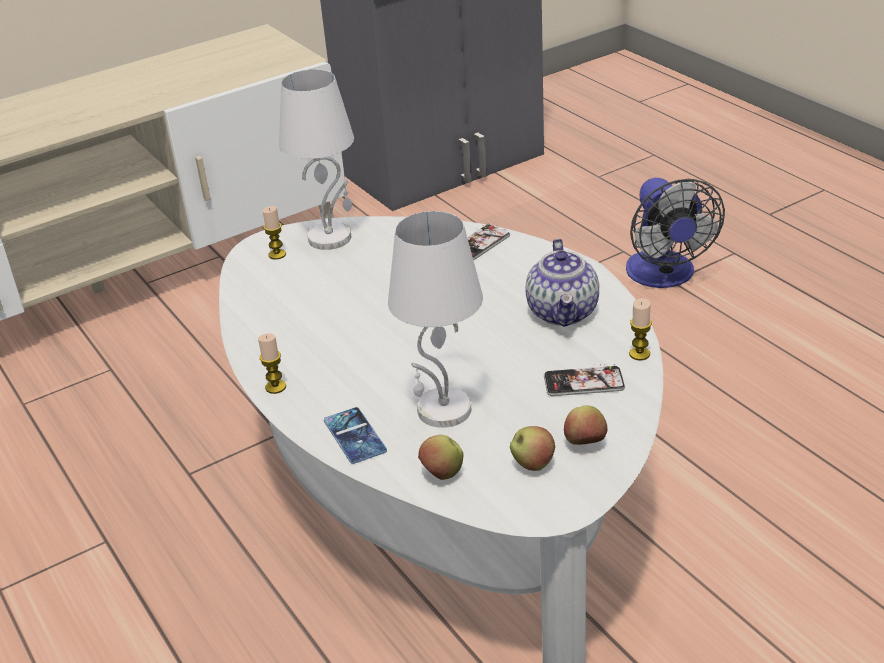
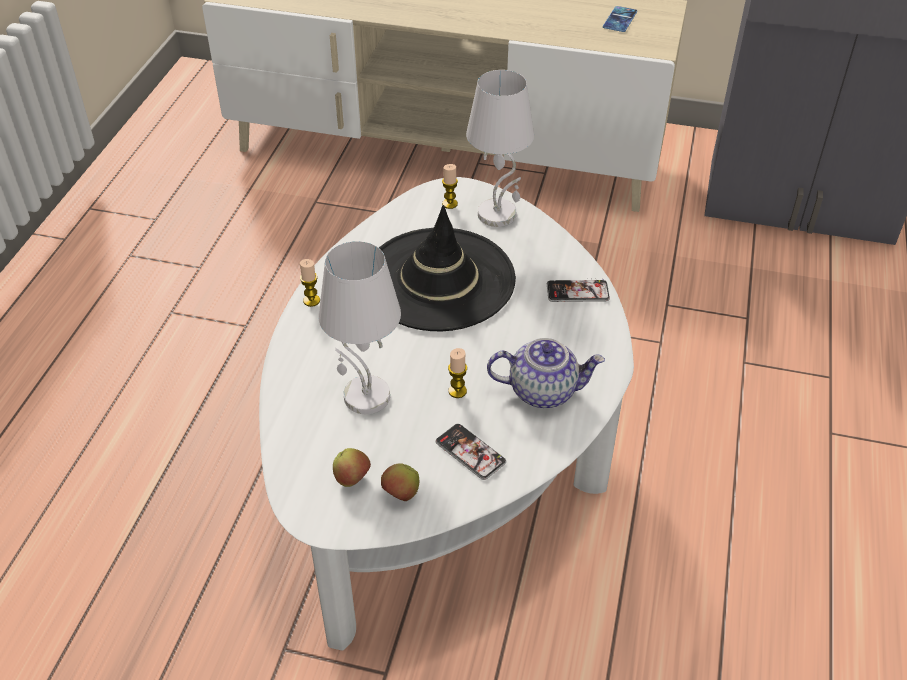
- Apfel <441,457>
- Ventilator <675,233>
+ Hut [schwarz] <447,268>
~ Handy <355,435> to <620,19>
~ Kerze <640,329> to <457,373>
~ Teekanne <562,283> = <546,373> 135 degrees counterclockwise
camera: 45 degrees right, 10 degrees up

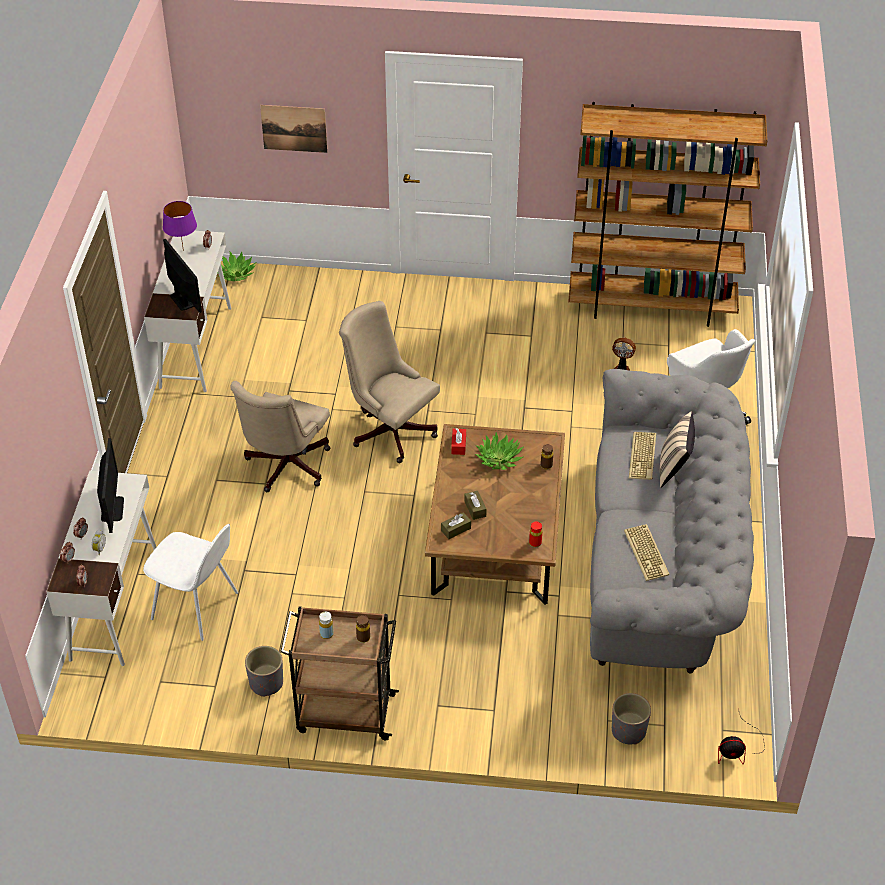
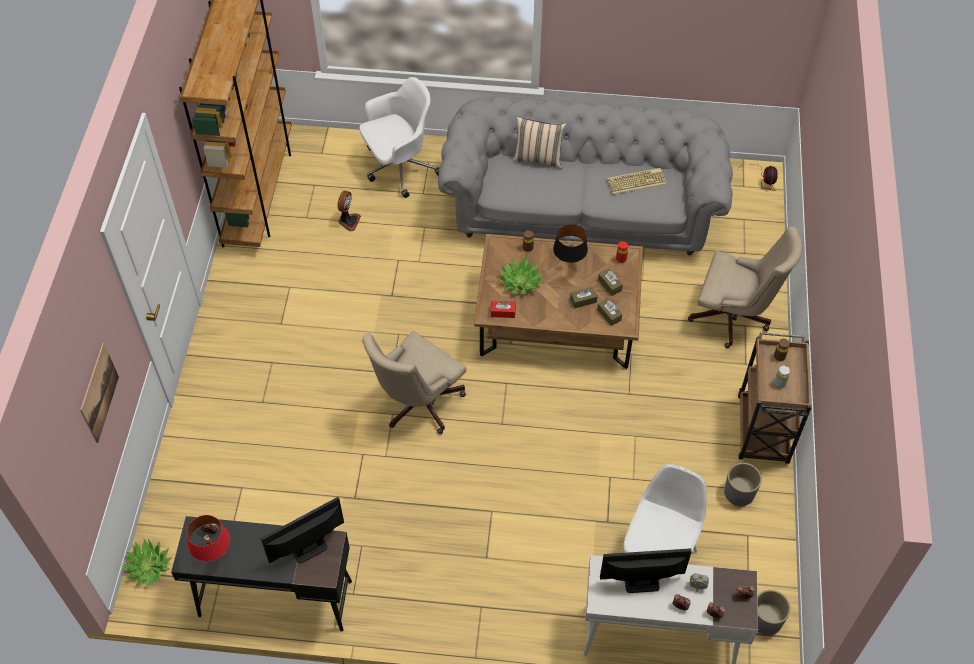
- Tastatur <642,456>
+ Tischlampe [schwarz] <570,243>
+ Taschentuchbox [braun] <610,282>
~ Bürostuhl [beige] <280,436> to <745,287>
~ Pflanzkübel [grau] <631,719> to <774,612>
~ Schreibtisch [weiß] <187,311> to Schreibtisch [schwarz] <261,574>
~ Tischlampe [lila] <180,226> to Tischlampe [rot] <208,538>
camera: 90 degrees left, 10 degrees up

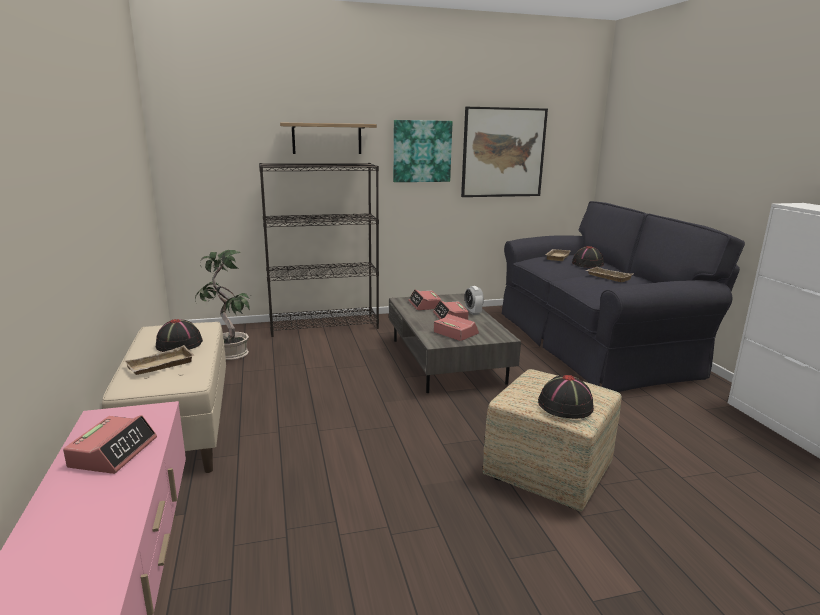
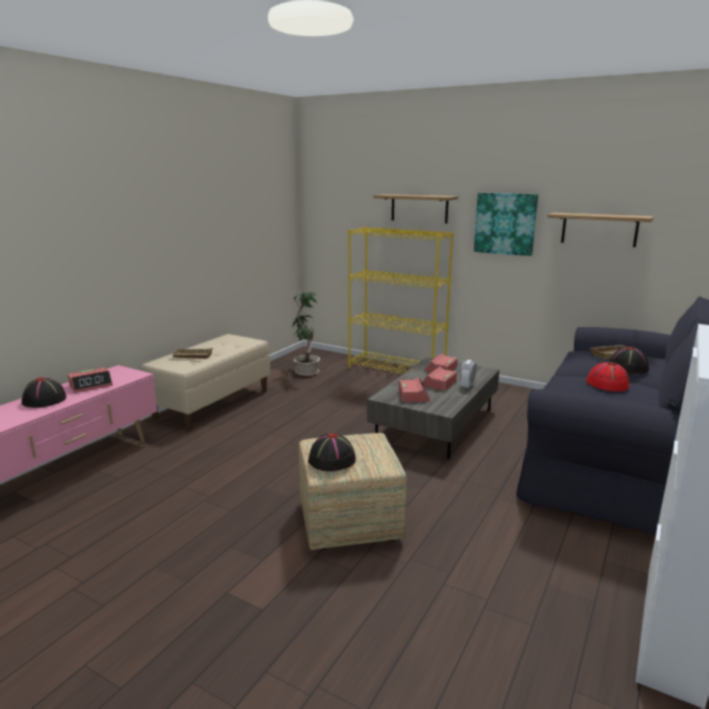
~ Hut [schwarz] <179,335> to <44,392>
~ Bild <504,152> to Wandregal <600,229>
~ Tablett [beige] <609,274> to Hut [rot] <607,376>
~ Bücherregal [schwarz] <319,250> to Bücherregal [gelb] <401,300>
camera: 45 degrees right, 0 degrees up

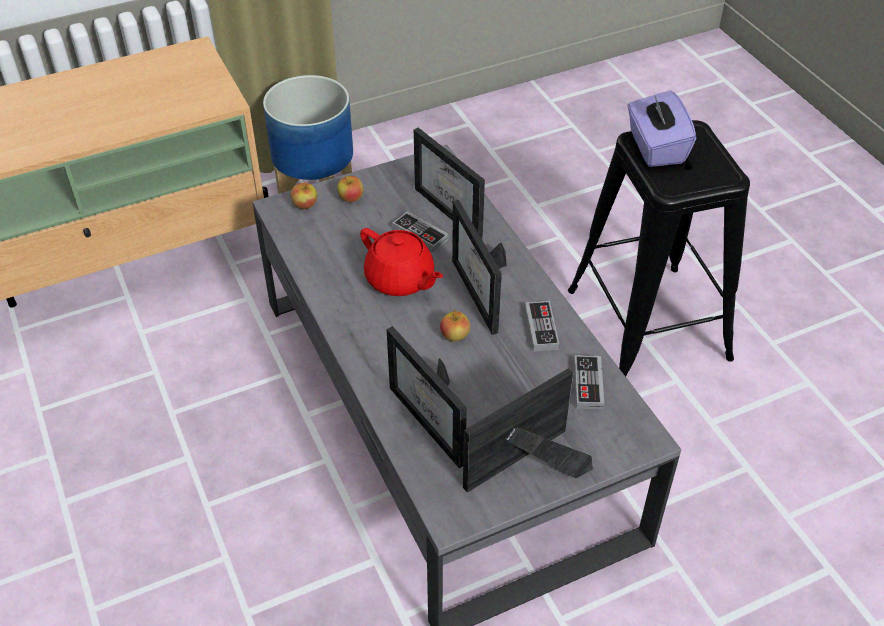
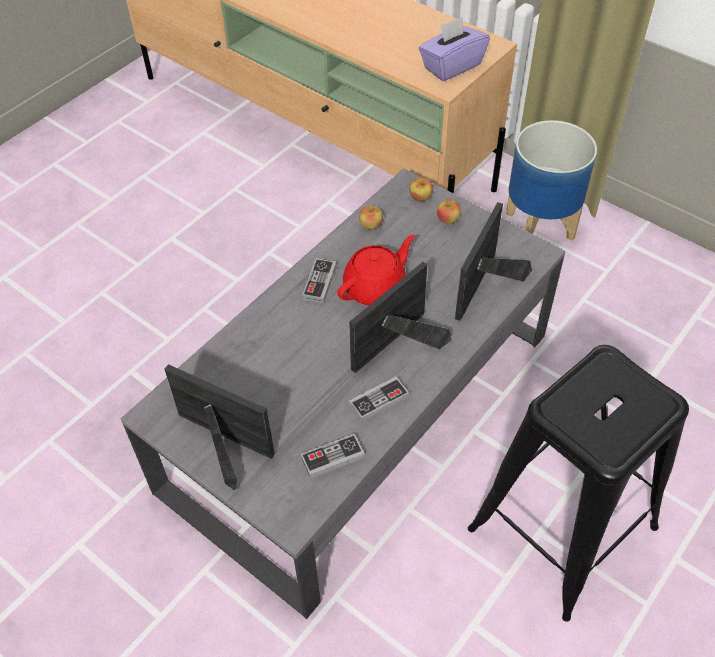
- Bilderrahmen <427,397>
~ Gamepad <420,231> to <319,280>
~ Apfel <455,325> to <371,217>
~ Taschentuchbox [lila] <661,128> to <454,48>
~ Teekanne [rot] <401,262> = <376,270> 150 degrees counterclockwise
camera: 65 degrees right, 5 degrees up

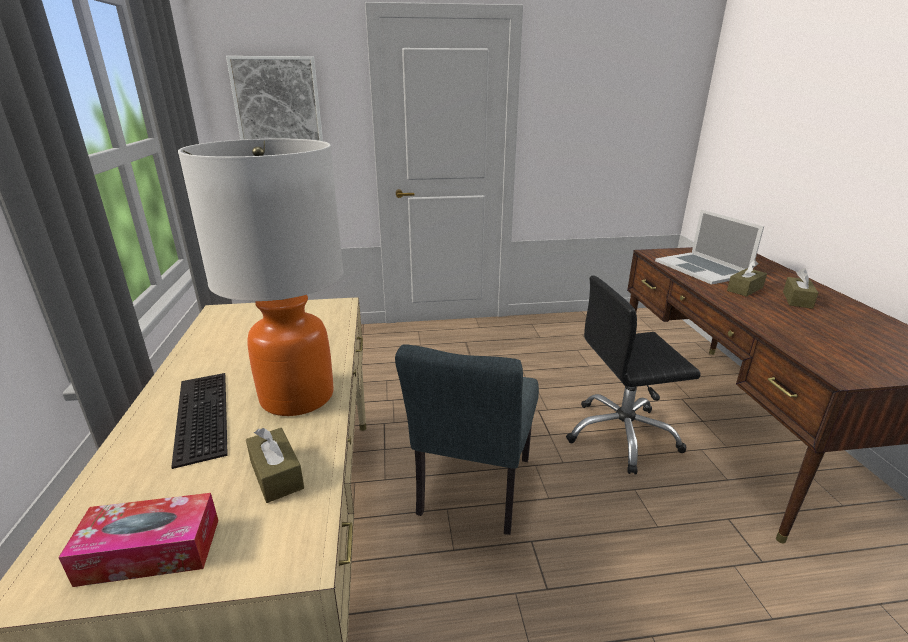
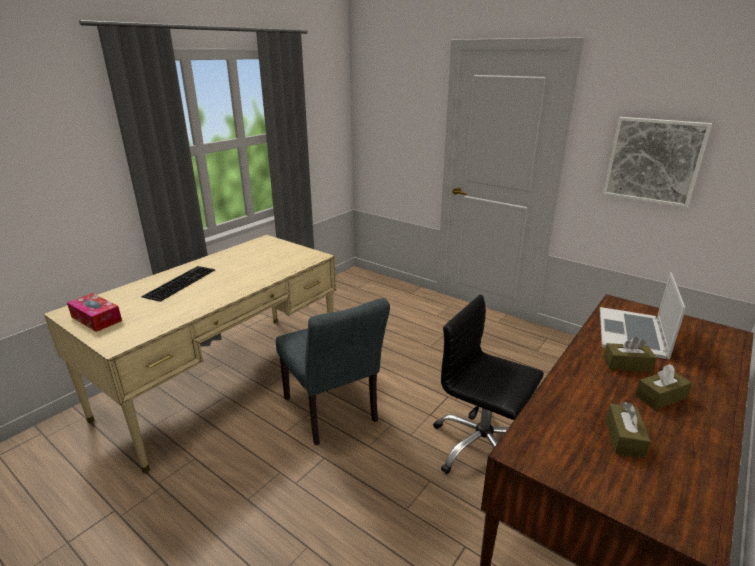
- Tischlampe <260,277>
~ Bild <274,98> to <657,162>
~ Taschentuchbox [braun] <275,465> to <628,430>
~ Stuhl [grau] <467,439> = <333,371> 90 degrees counterclockwise
camera: 45 degrees right, 0 degrees up

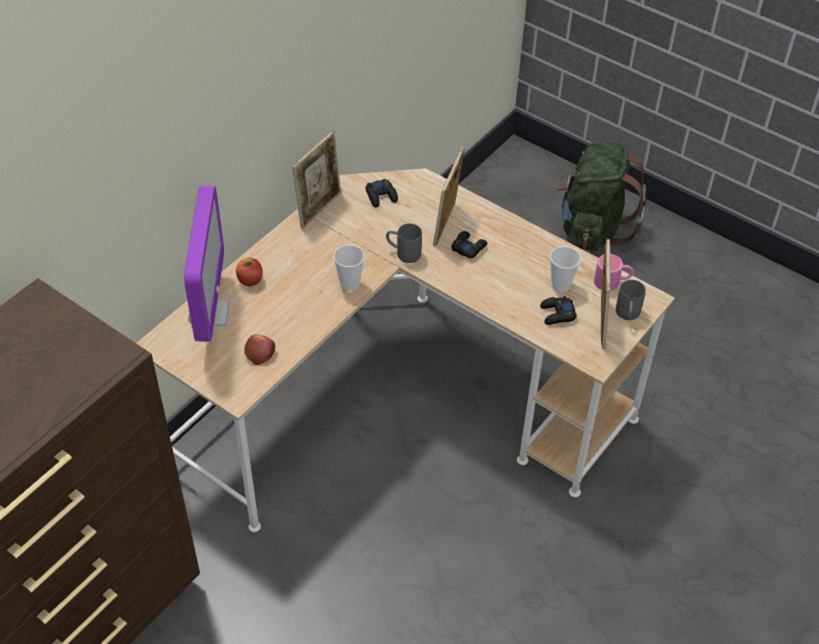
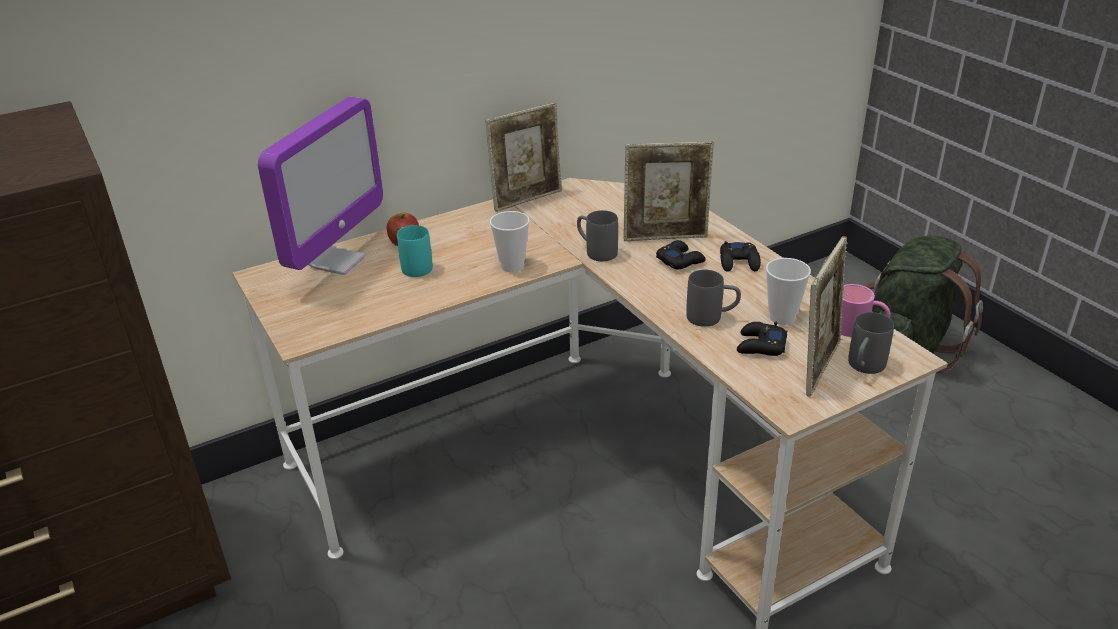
- Apfel <259,349>
+ Henkelbecher [türkis] <415,251>
+ Henkelbecher [grau] <713,298>
~ Gamepad [schwarz] <382,193> to <740,256>
~ Bilderrahmen <449,196> = <668,191> 135 degrees counterclockwise
camera: 25 degrees right, 15 degrees down

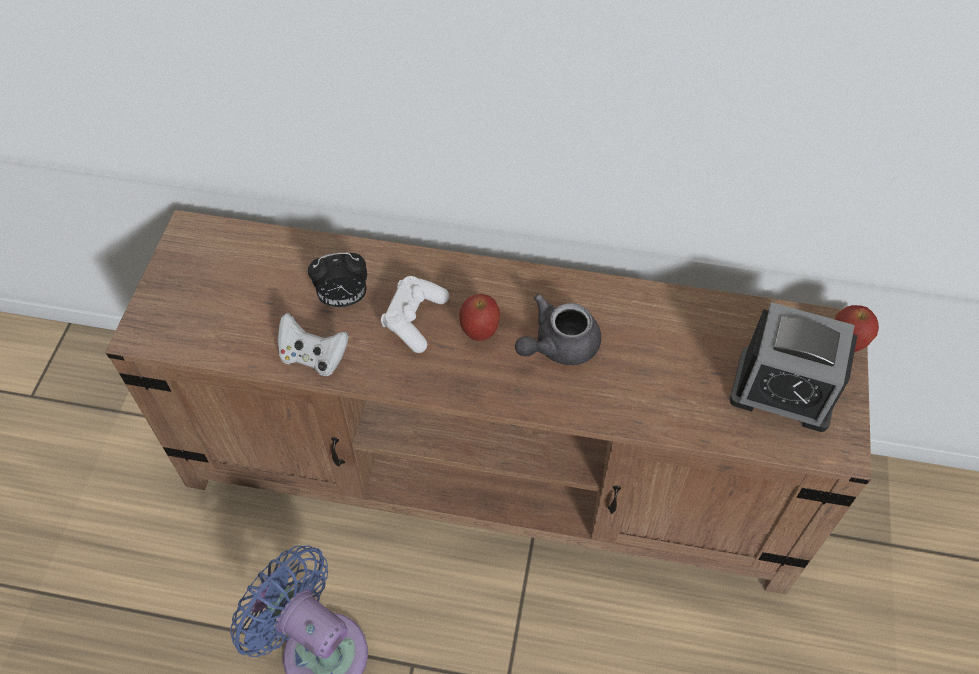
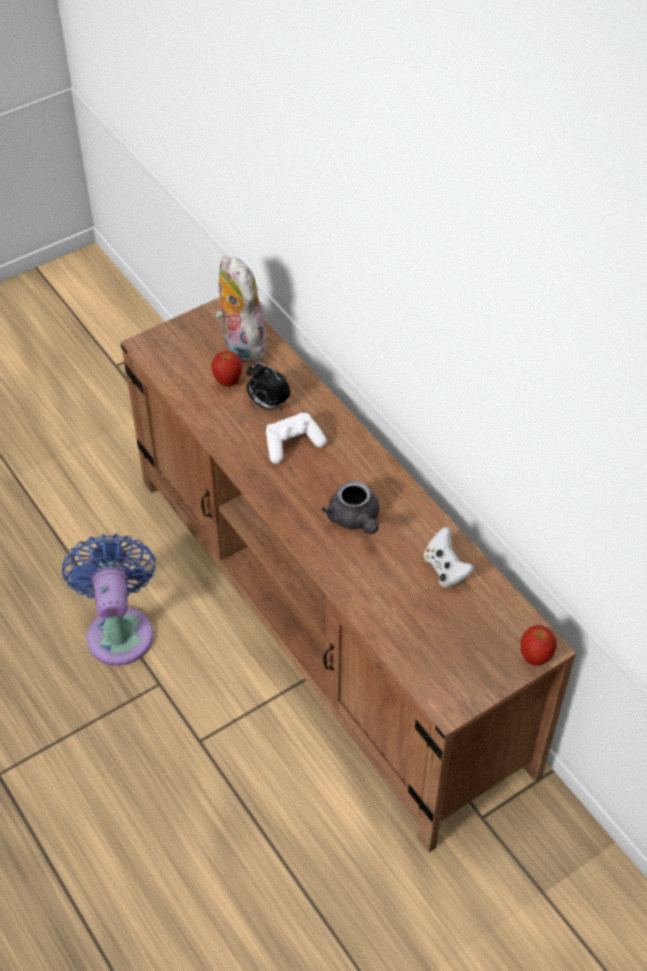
- Wecker <793,367>
+ Plüschtier <241,309>
~ Gamepad [weiß] <313,344> to <449,557>
~ Apfel <479,317> to <226,368>
~ Teekanne [grau] <558,329> = <350,507> 120 degrees counterclockwise
camera: 45 degrees right, 5 degrees down

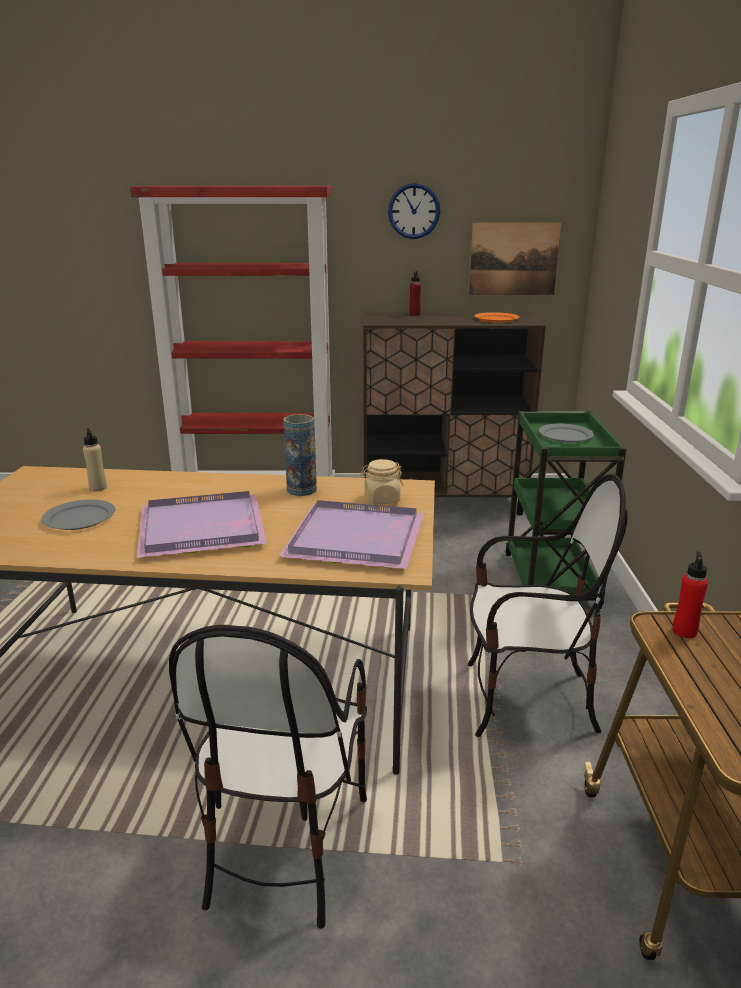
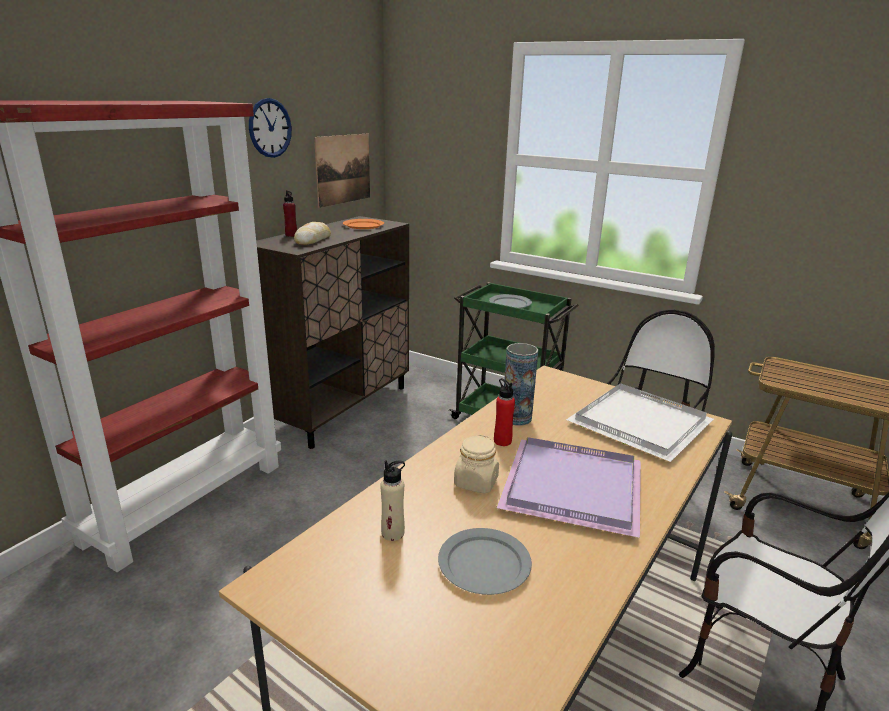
+ Brot <312,233>
~ Vorratsglas [beige] <381,481> to <476,464>
~ Flasche [rot] <690,594> to <504,412>
~ Tablett [lila] <351,534> to Tablett [weiß] <640,422>
camera: 60 degrees left, 0 degrees up

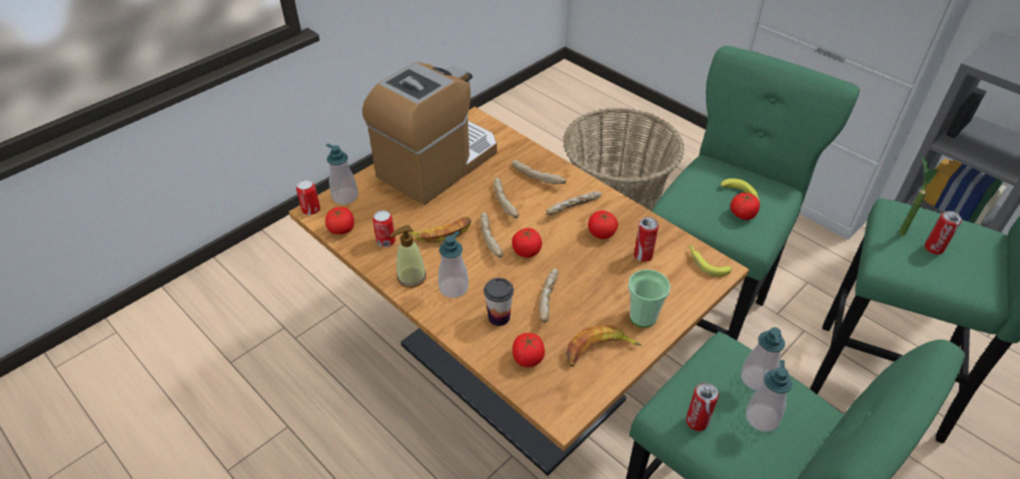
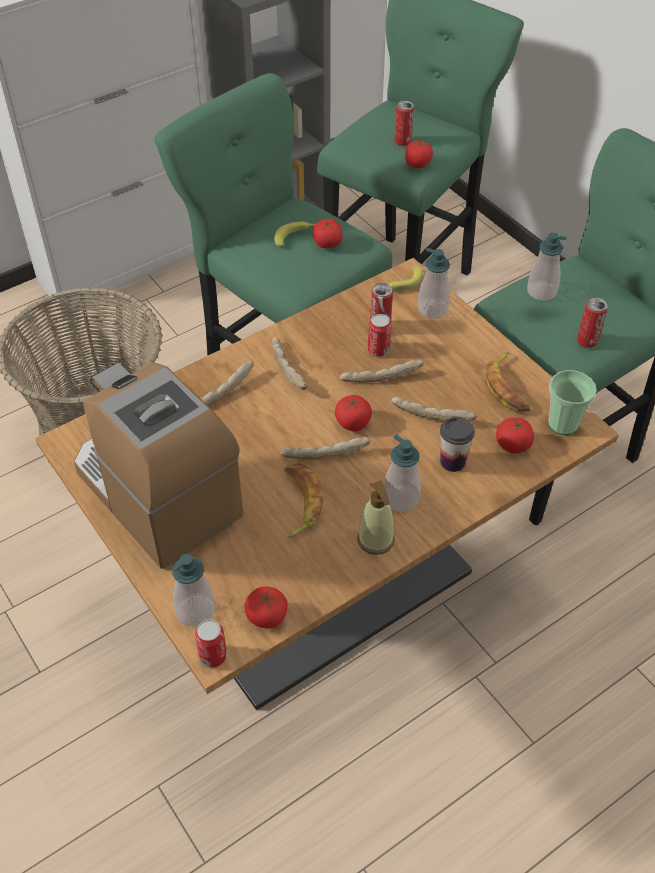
- Topfpflanze <918,196>
~ Dose <384,228> to <379,335>
~ Brot <506,198> to <382,371>
~ Tomate <603,225> to <419,154>
~ Tasse <649,298> to <572,402>
~ Seifenspender <768,396> to <434,283>
camera: 80 degrees left, 5 degrees up

